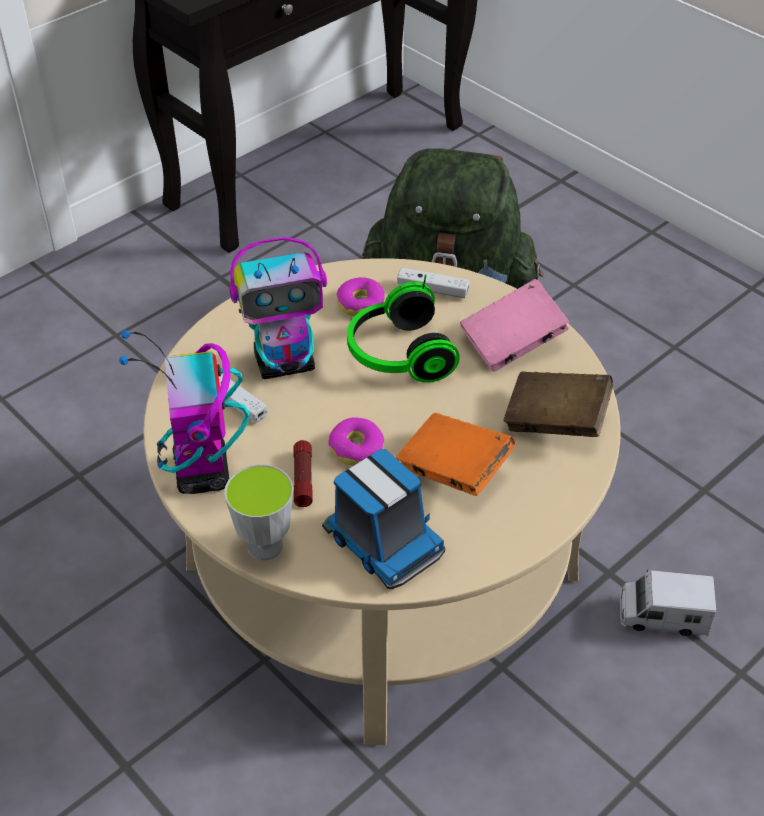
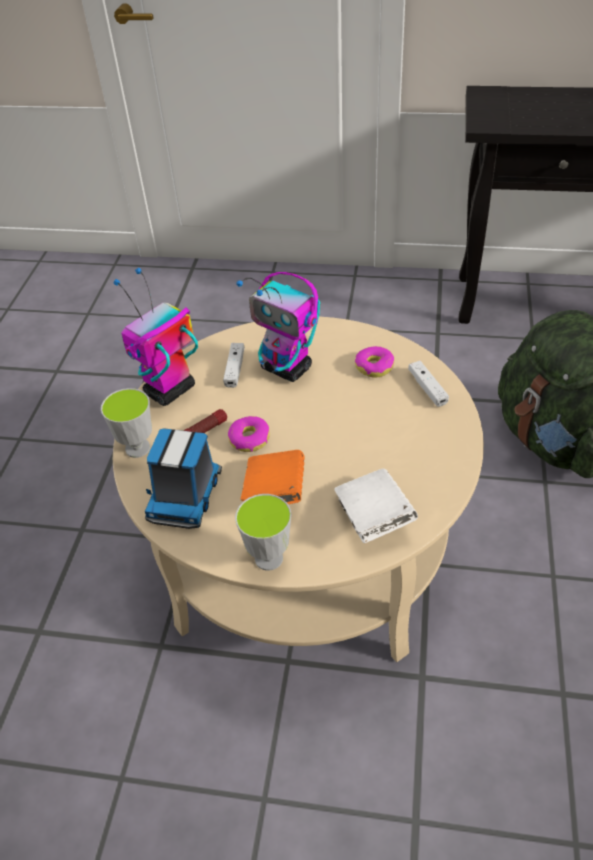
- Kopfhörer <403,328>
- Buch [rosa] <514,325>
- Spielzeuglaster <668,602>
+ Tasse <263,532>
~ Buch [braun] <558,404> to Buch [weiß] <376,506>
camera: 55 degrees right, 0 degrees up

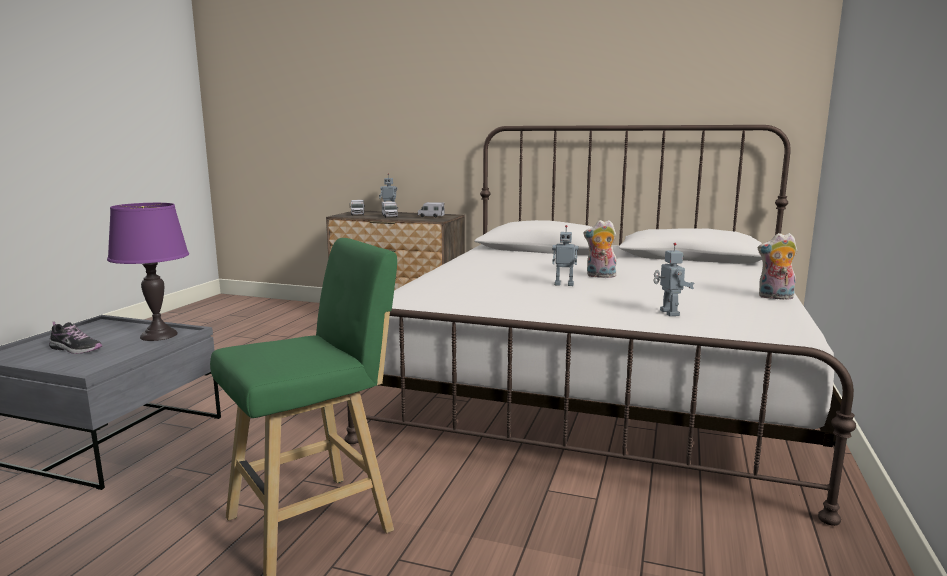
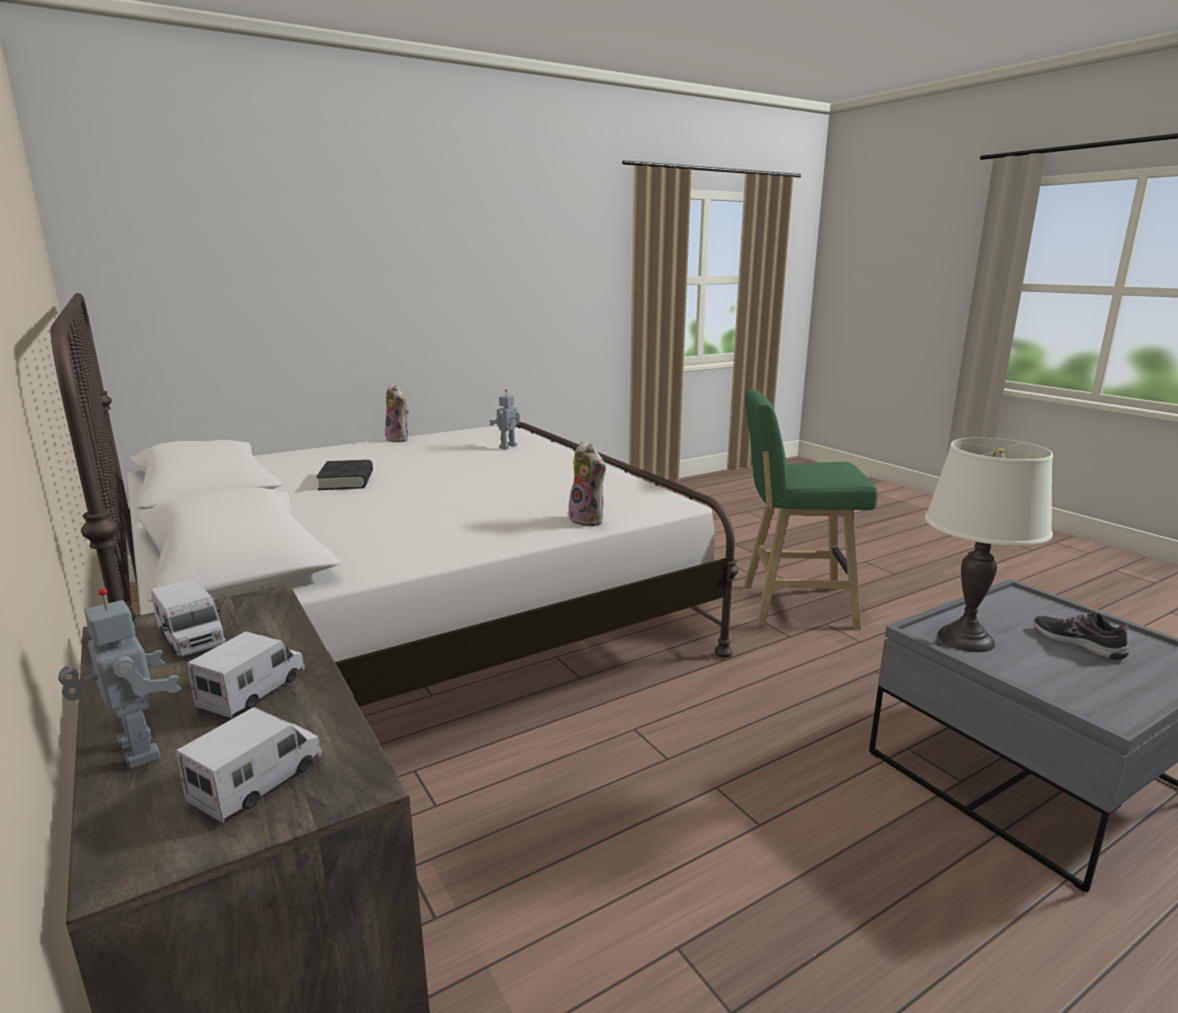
- Spielzeugroboter <565,255>
+ Buch [schwarz] <344,475>
~ Plüschtier <600,249> to <587,483>
~ Tischlampe [lila] <148,272> to Tischlampe [weiß] <989,545>
camera: 140 degrees left, 5 degrees up

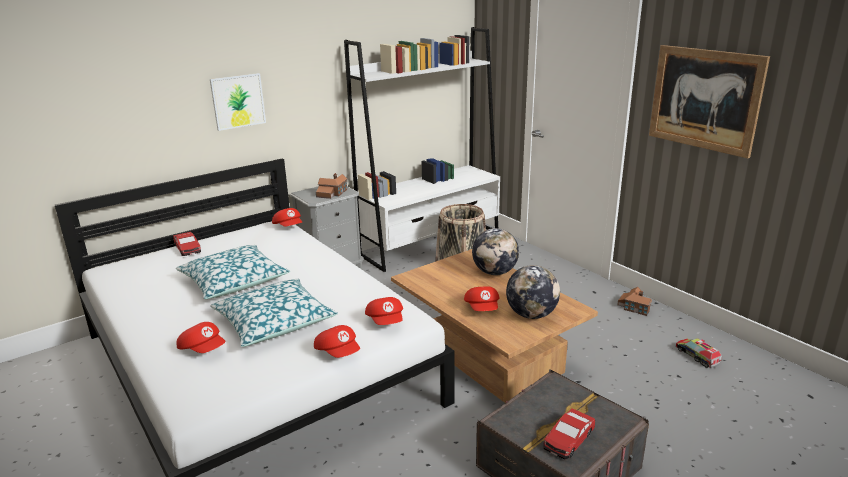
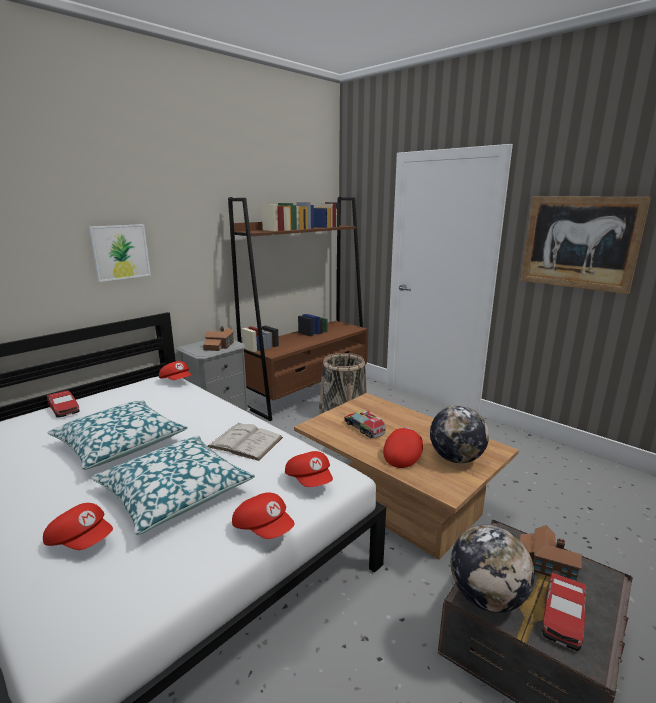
+ Buch [weiß] <245,442>
~ Globus <495,251> to <493,569>
~ Spielzeughaus <634,301> to <551,553>
~ Spielzeuglaster <698,353> to <365,424>
~ Bücherregal [weiß] <422,149> to Bücherregal [braun] <298,309>
~ Kappe [rot] <481,298> = <403,447> 135 degrees counterclockwise
camera: 10 degrees left, 5 degrees down

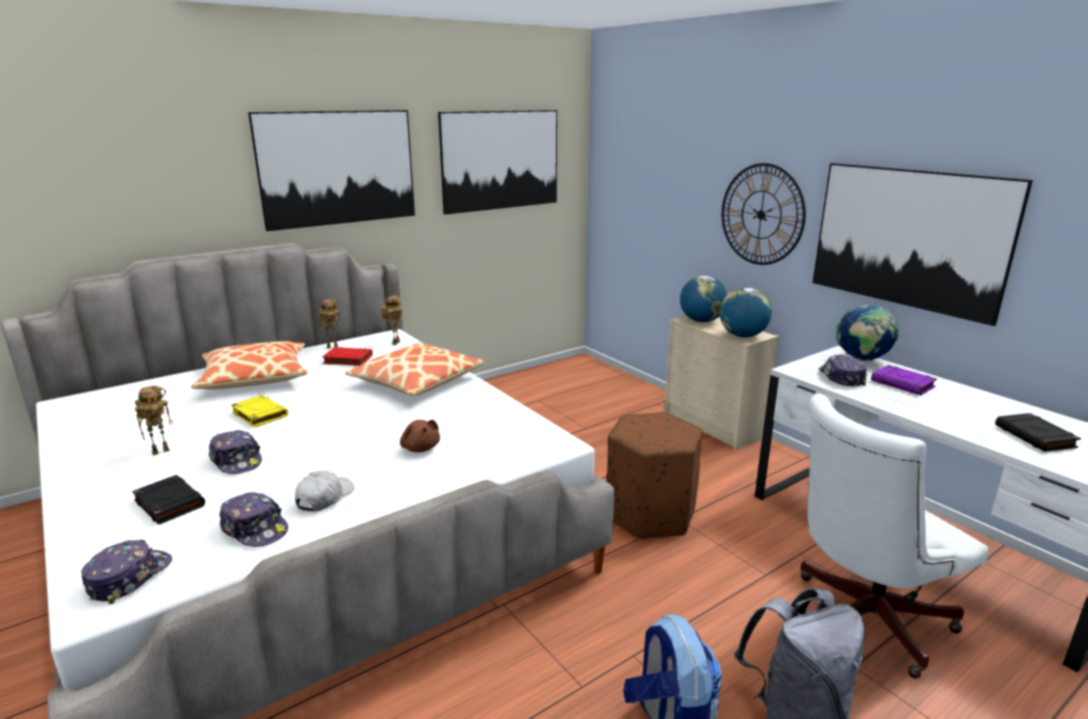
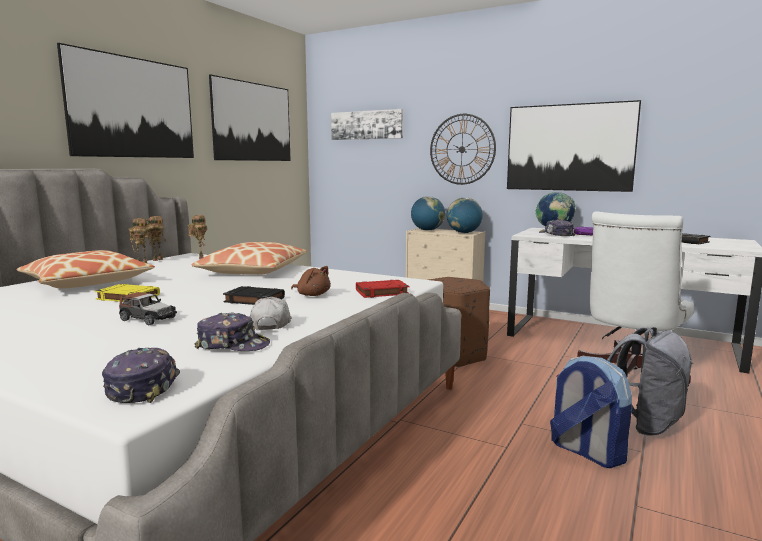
+ Bild <367,124>
~ Buch [schwarz] <168,500> to <254,295>
~ Spielzeugroboter <154,420> to <155,238>
~ Buch [rot] <347,356> to <382,289>
~ Kappe <235,452> to Spielzeugauto <148,309>
camera: 25 degrees left, 10 degrees down

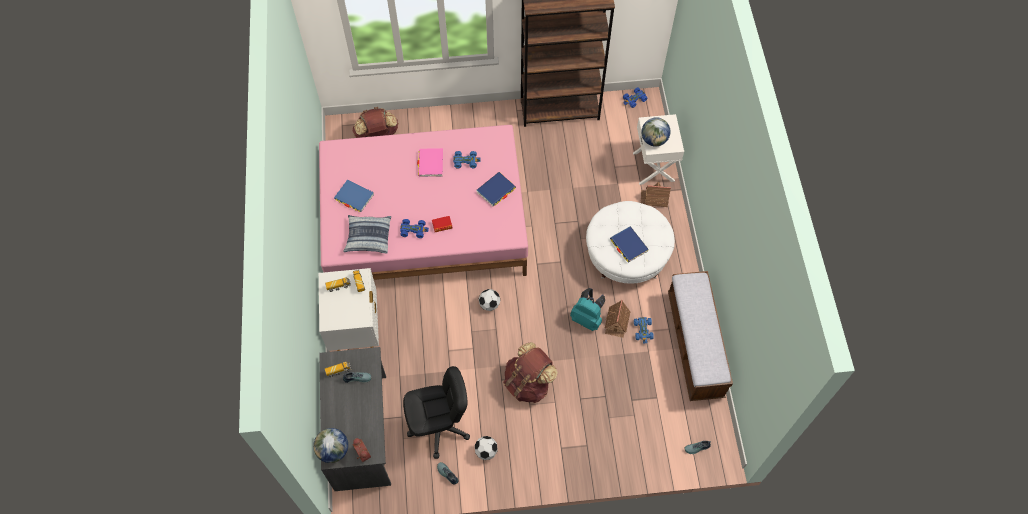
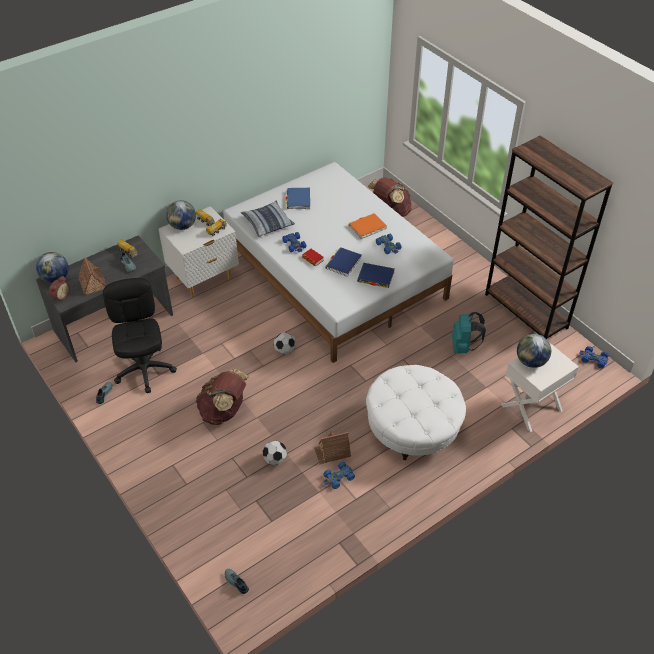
- Bank <700,336>
+ Globus <181,215>
~ Fußball <486,448> to <274,452>
~ Rucksack [türkis] <587,309> to <469,332>
~ Buch [blau] <629,244> to <343,262>
~ Spielzeughaus <656,194> to <92,276>
~ Bett [rosa] <423,202> to Bett [weiß] <338,262>
~ Buch [rosa] <430,162> to Buch [orange] <368,226>
~ Bürostuhl [schwarz] <436,412> = <140,335> 150 degrees counterclockwise
camera: 60 degrees right, 15 degrees down

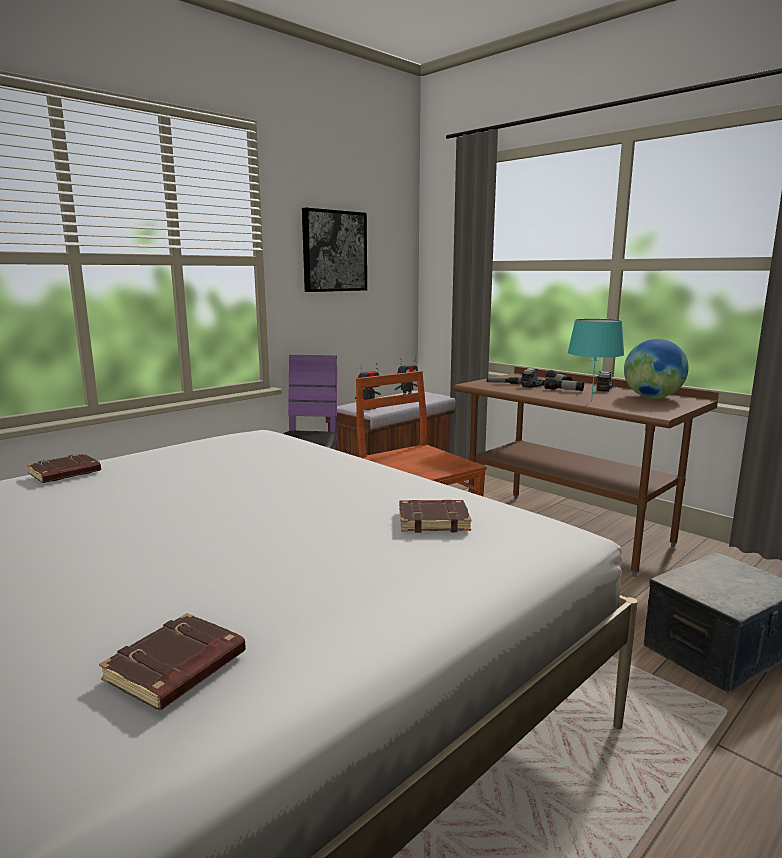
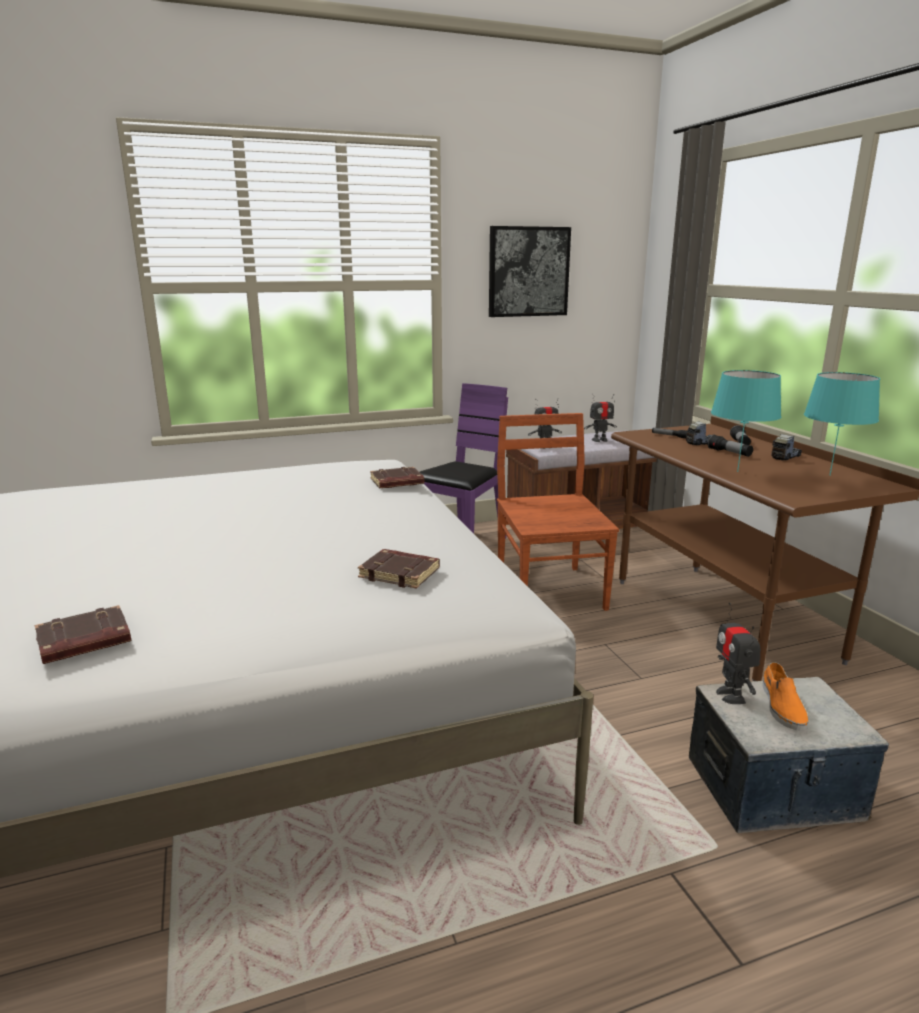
+ Spielzeugroboter <738,653>
+ Schuh [orange] <786,696>
~ Buch [braun] <64,468> to <397,477>
~ Globus <656,368> to Tischlampe [türkis] <842,424>
camera: 25 degrees right, 5 degrees up

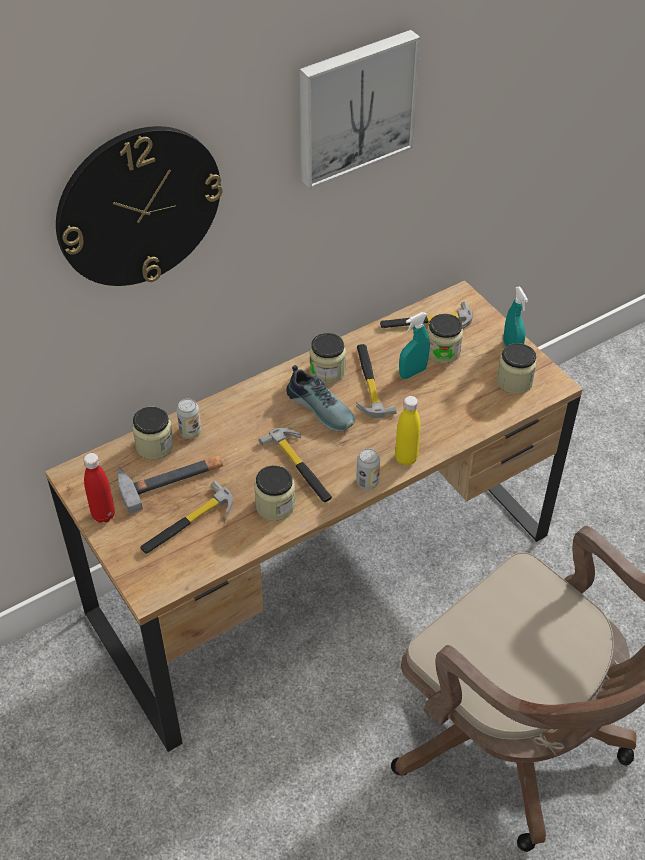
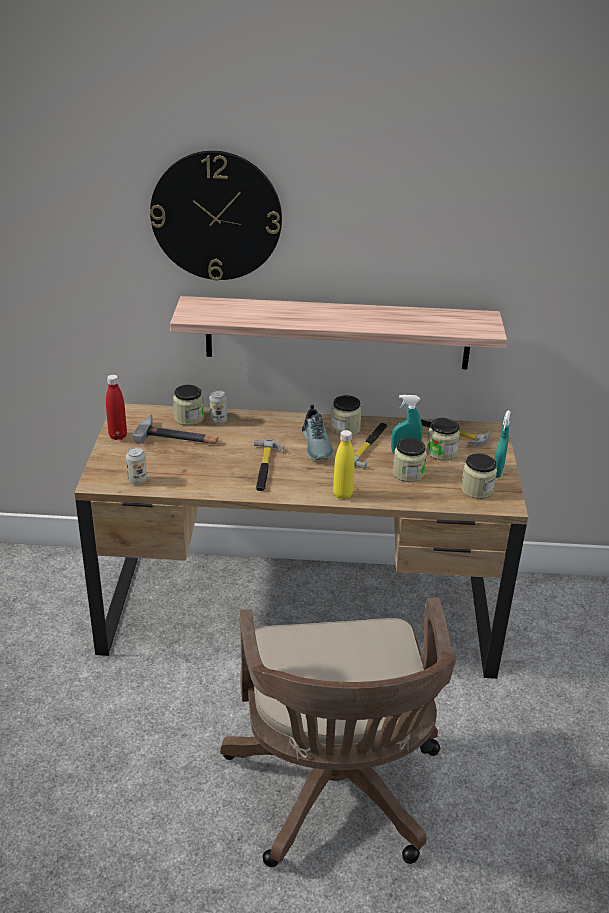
- Hammer <186,517>
- Bild <360,109>
+ Wandregal <338,332>
~ Vorratsglas <274,493> to <410,460>
~ Dose <368,469> to <136,466>
camera: 35 degrees right, 15 degrees down

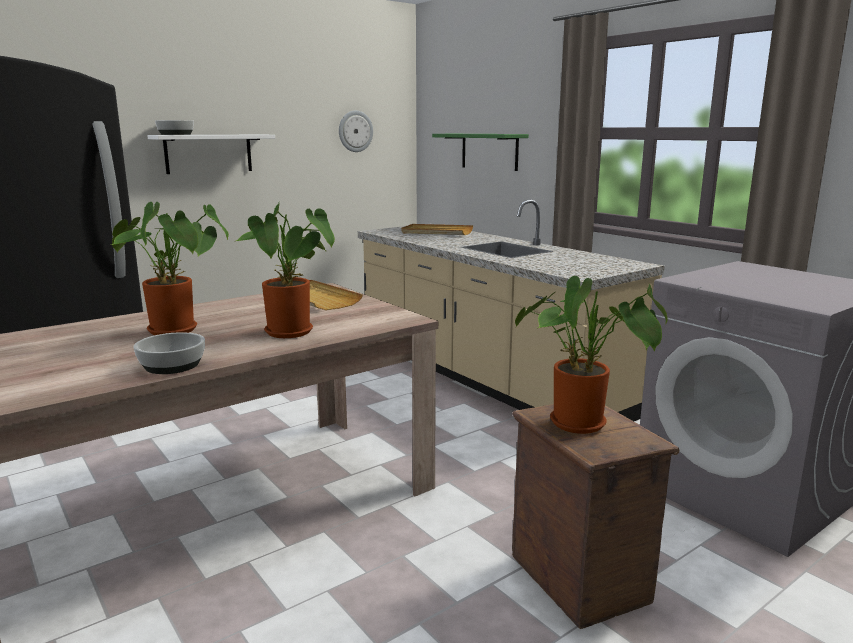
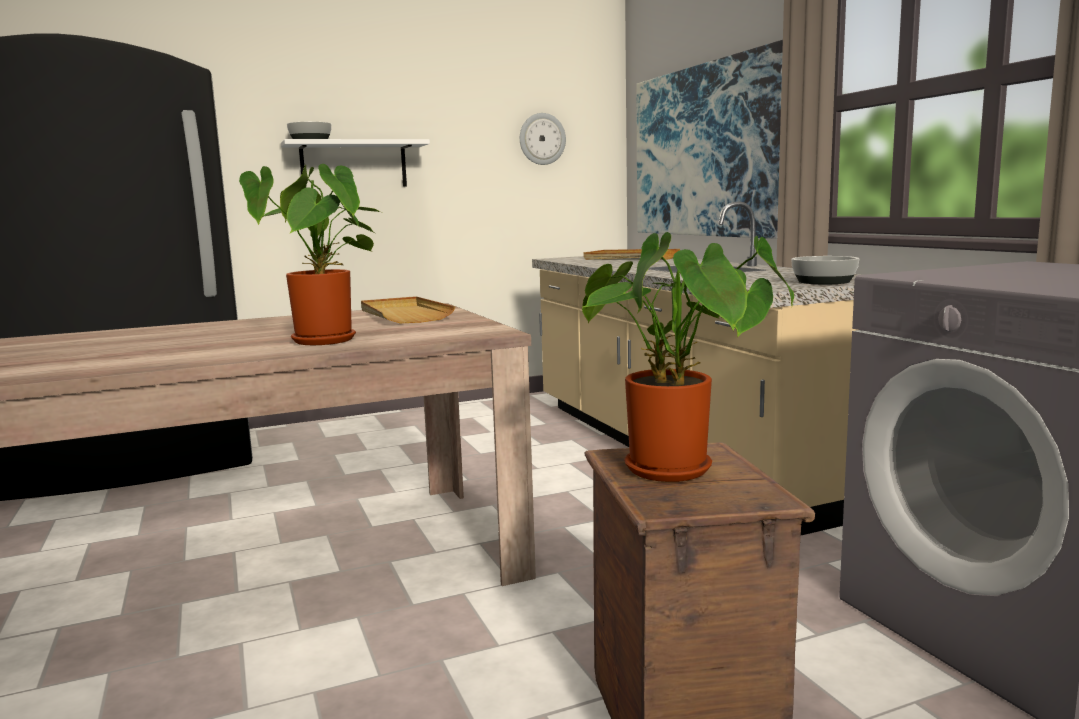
- Topfpflanze <170,268>
~ Schüssel <169,353> to <825,270>
~ Wandregal [grün] <480,152> to Bild <709,139>
camera: 15 degrees right, 5 degrees down

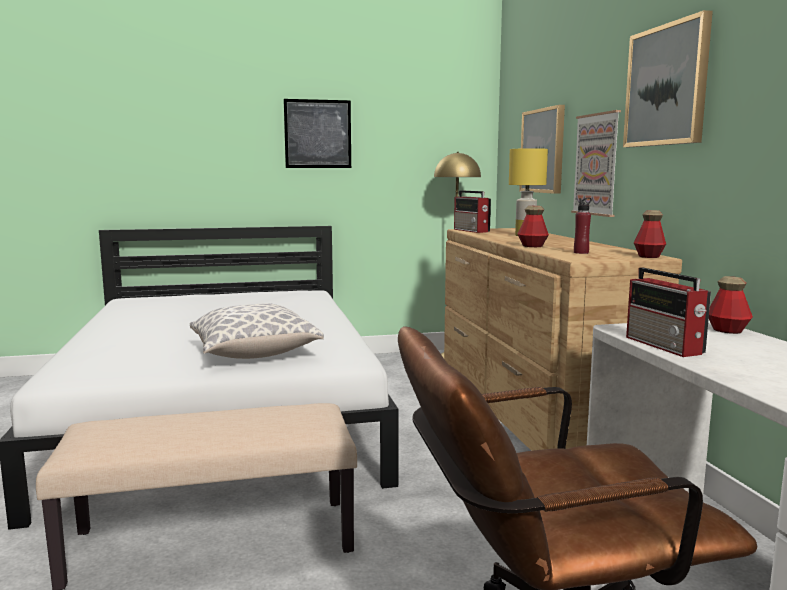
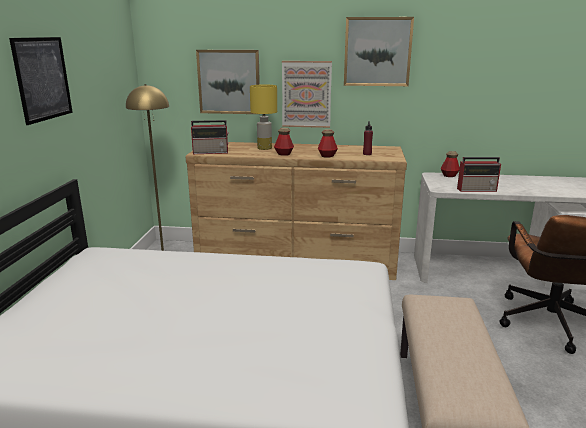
- Kissen <257,331>
~ Flasche <650,234> to <284,142>
camera: 70 degrees left, 10 degrees up

